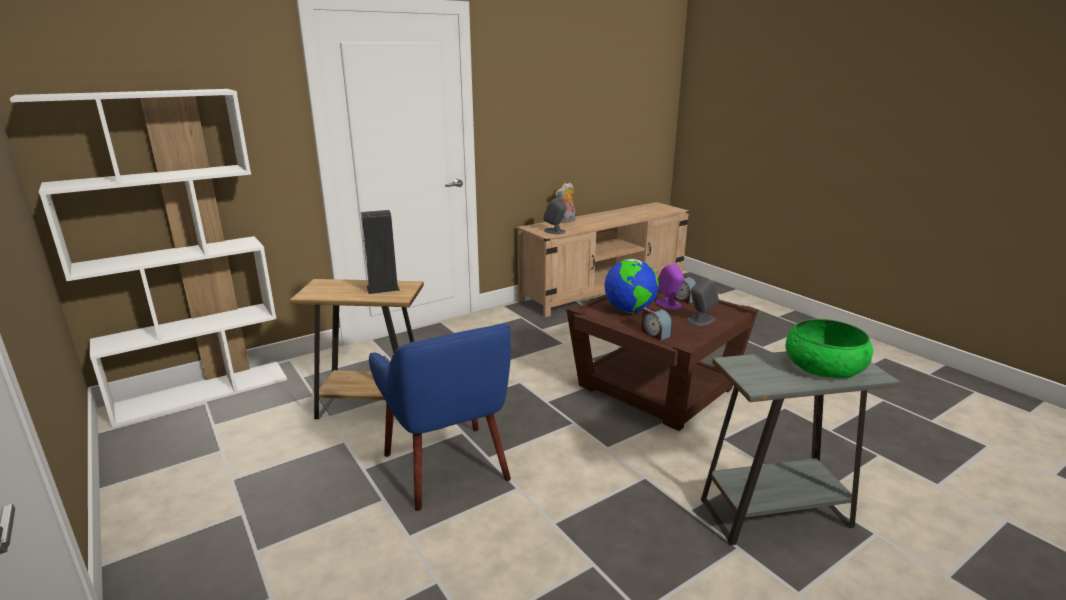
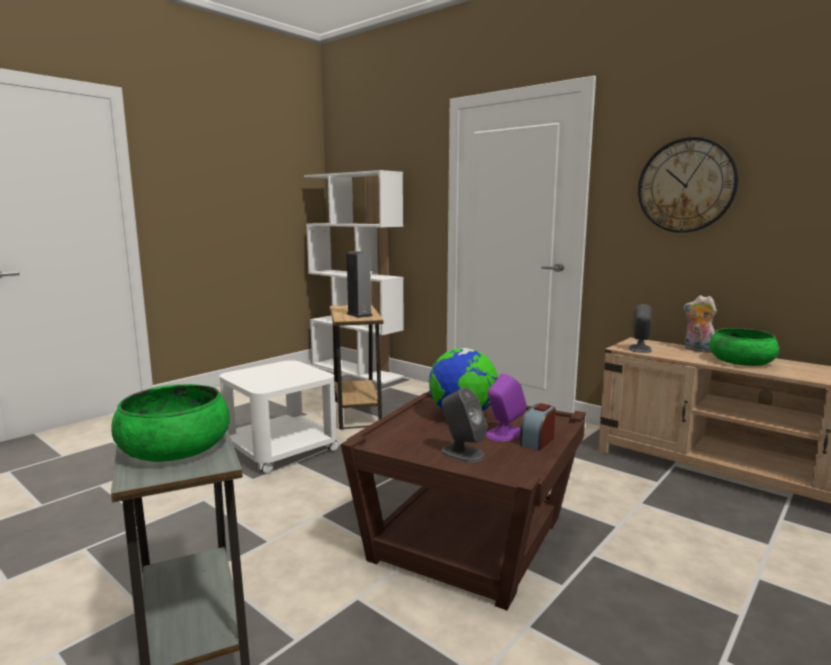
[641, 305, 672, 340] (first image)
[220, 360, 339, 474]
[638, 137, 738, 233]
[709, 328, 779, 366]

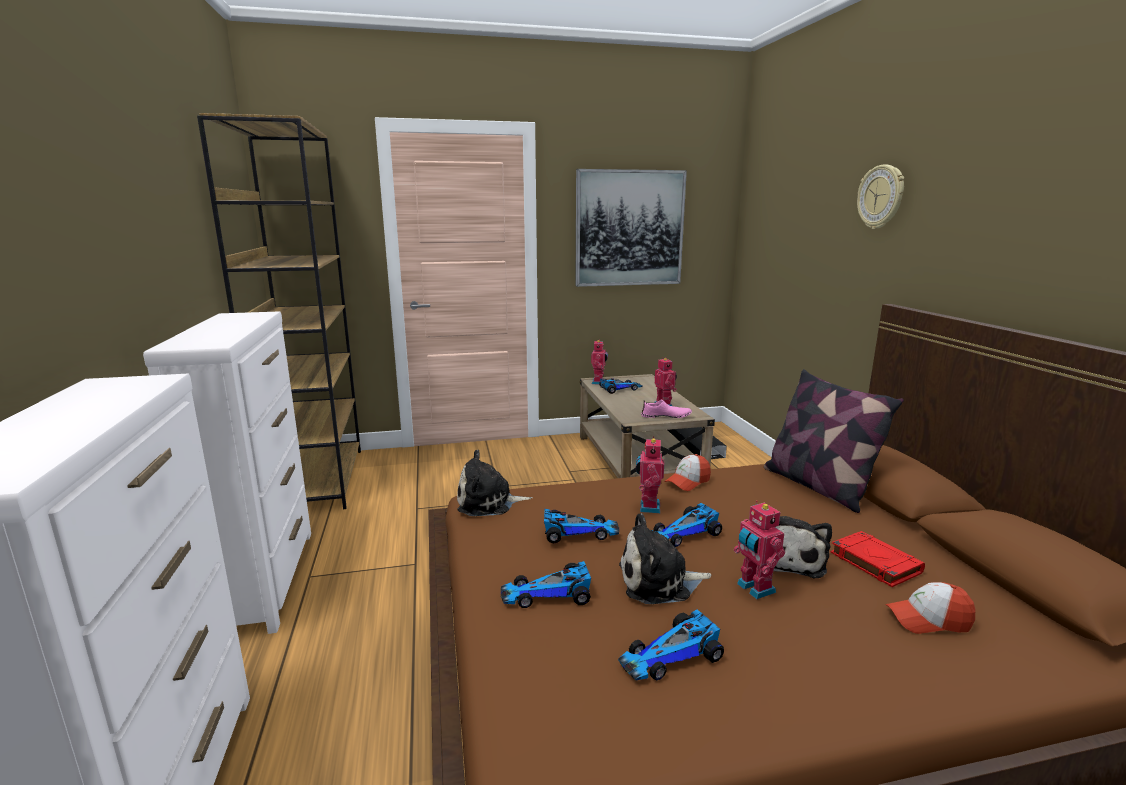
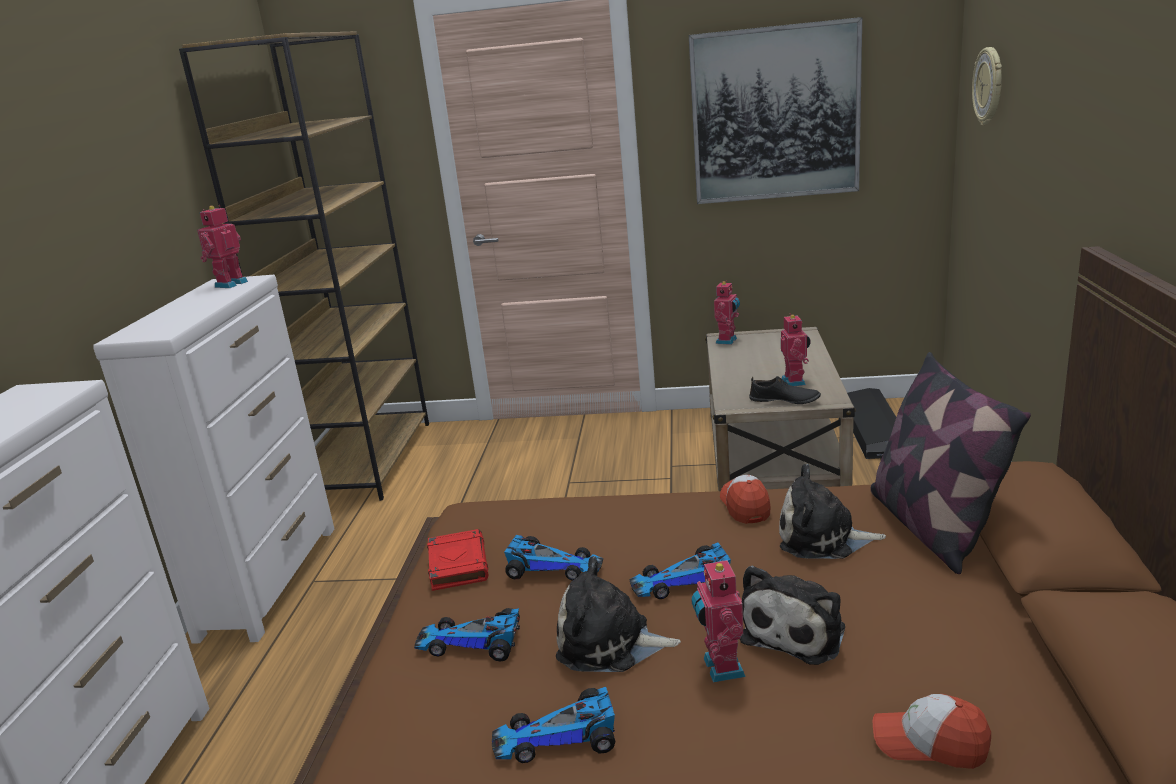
[972, 47, 1002, 125]
[599, 378, 643, 394] (first image)
[749, 376, 821, 404]
[197, 205, 248, 288]
[779, 464, 886, 559]
[720, 475, 771, 524]
[427, 529, 488, 591]

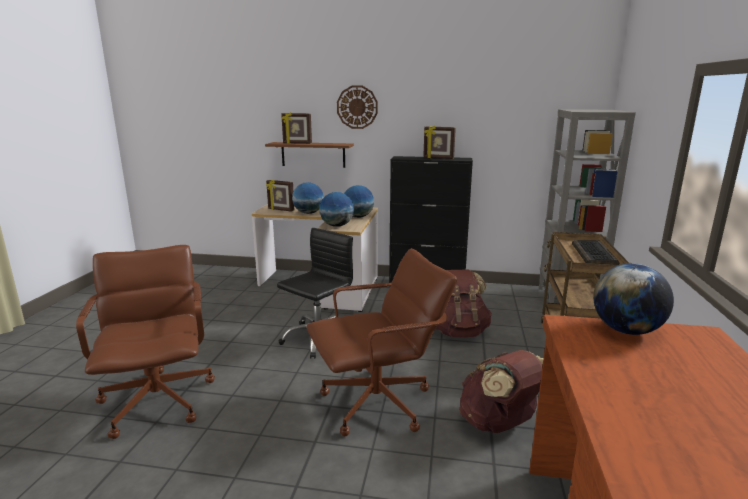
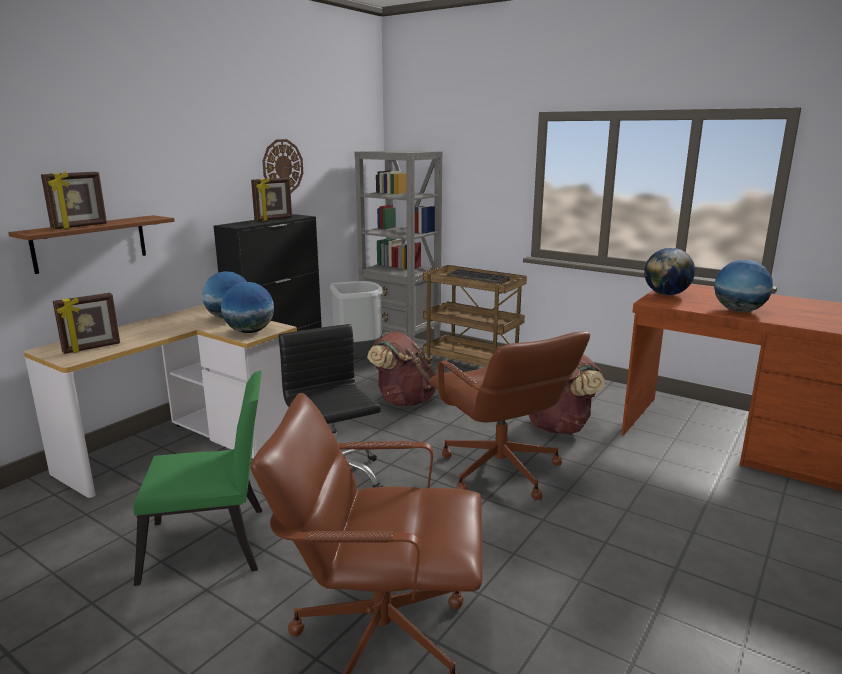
[263, 139, 303, 193]
[714, 260, 773, 312]
[429, 332, 590, 500]
[330, 281, 383, 359]
[133, 371, 262, 586]

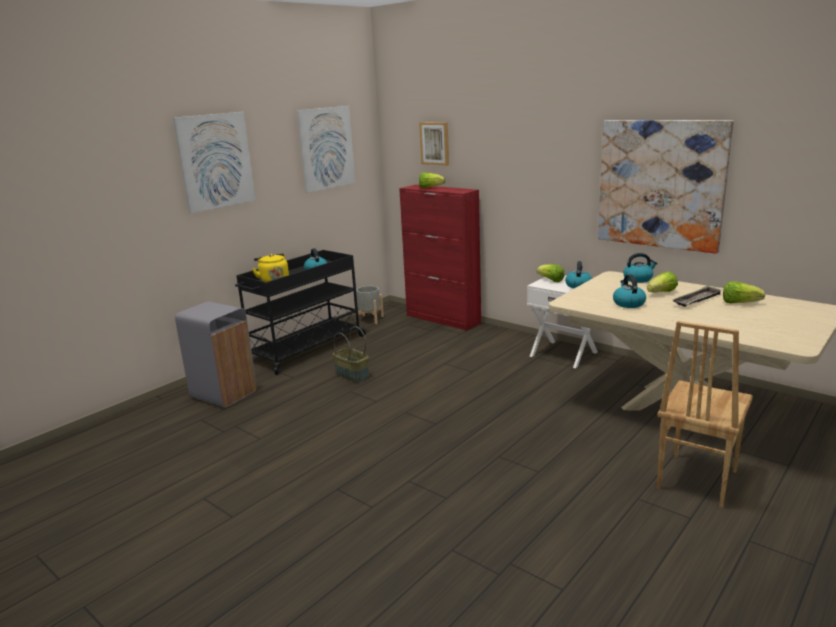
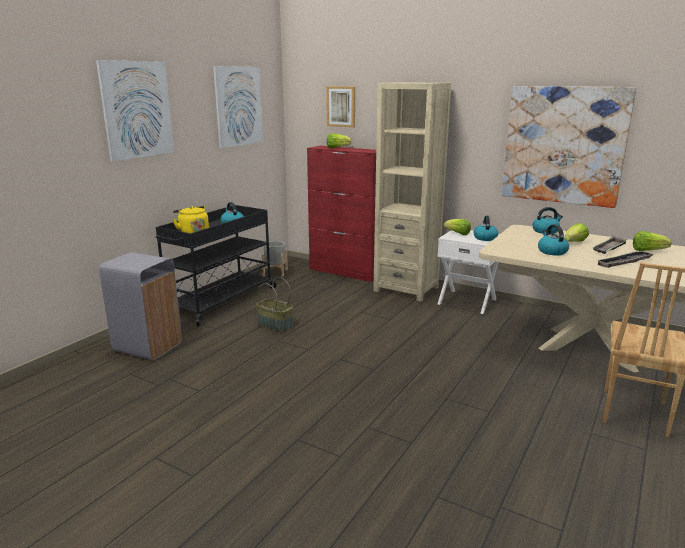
[373, 82, 451, 301]
[598, 251, 653, 268]

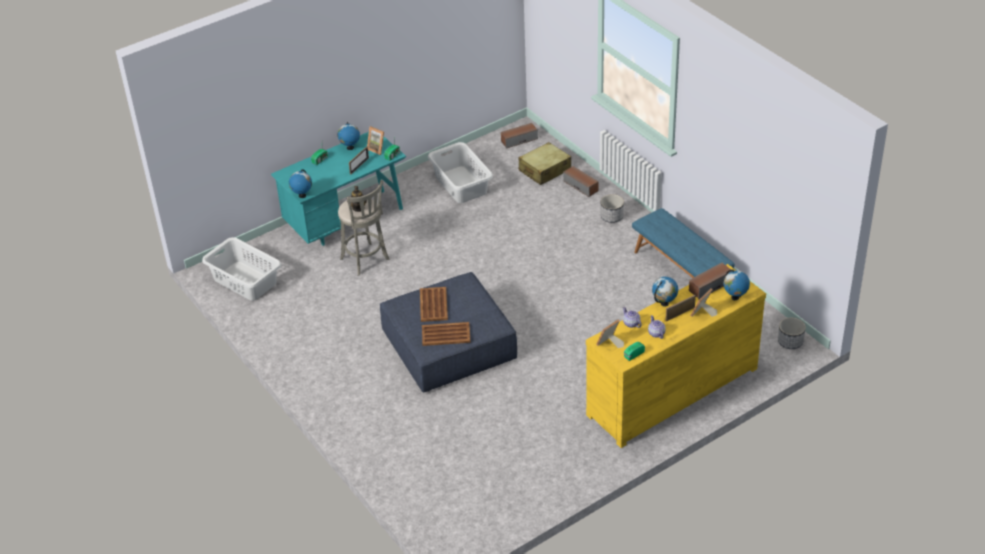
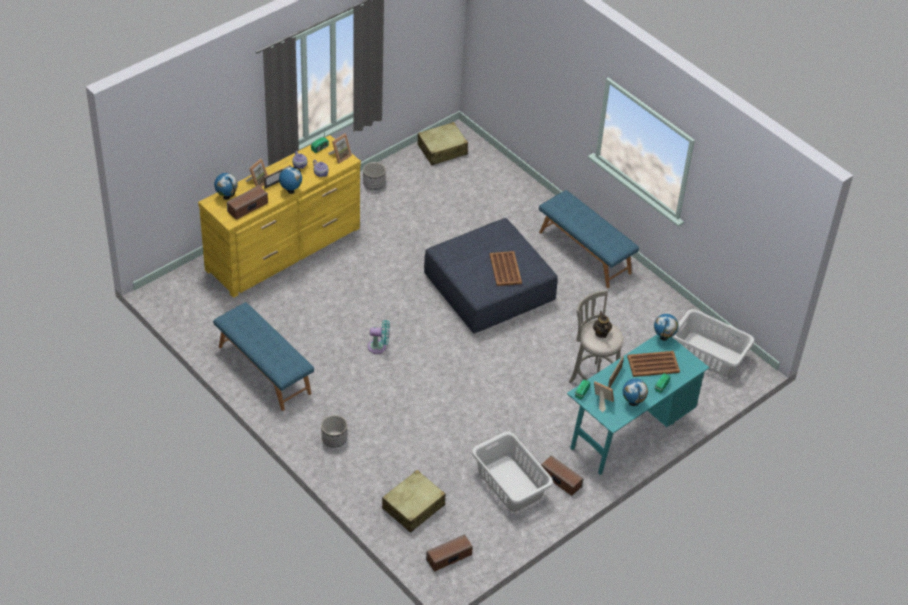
[541, 455, 584, 496]
[363, 162, 386, 190]
[627, 351, 680, 377]
[417, 122, 468, 165]
[539, 190, 639, 288]
[367, 320, 390, 354]

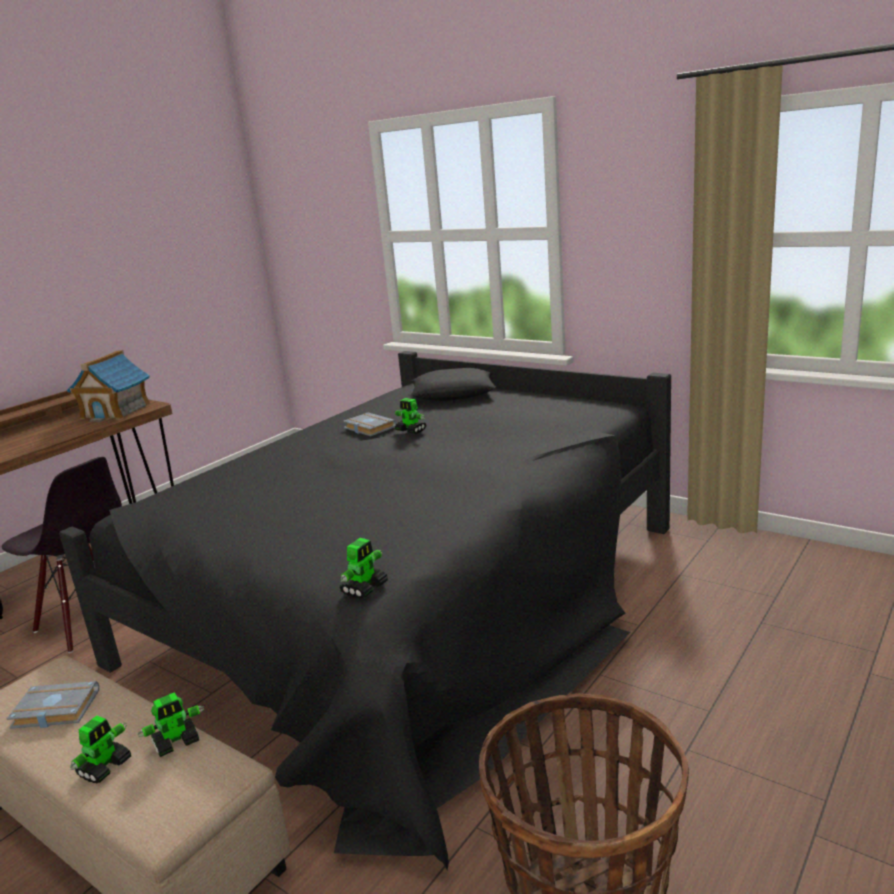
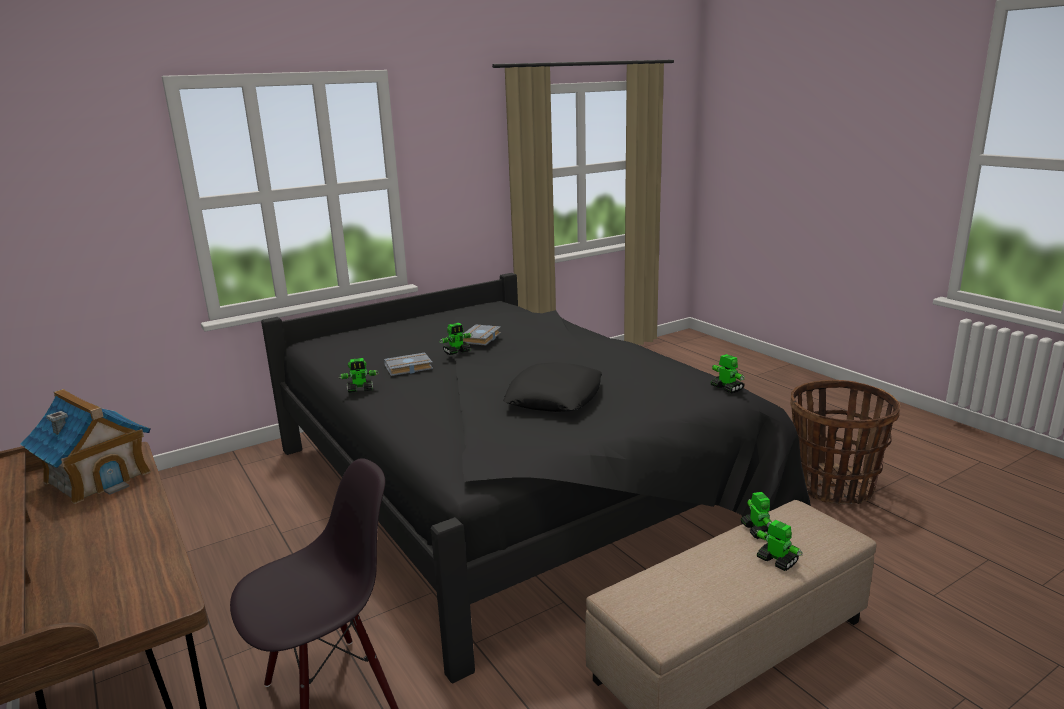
[503, 363, 602, 412]
[463, 325, 501, 346]
[338, 358, 379, 393]

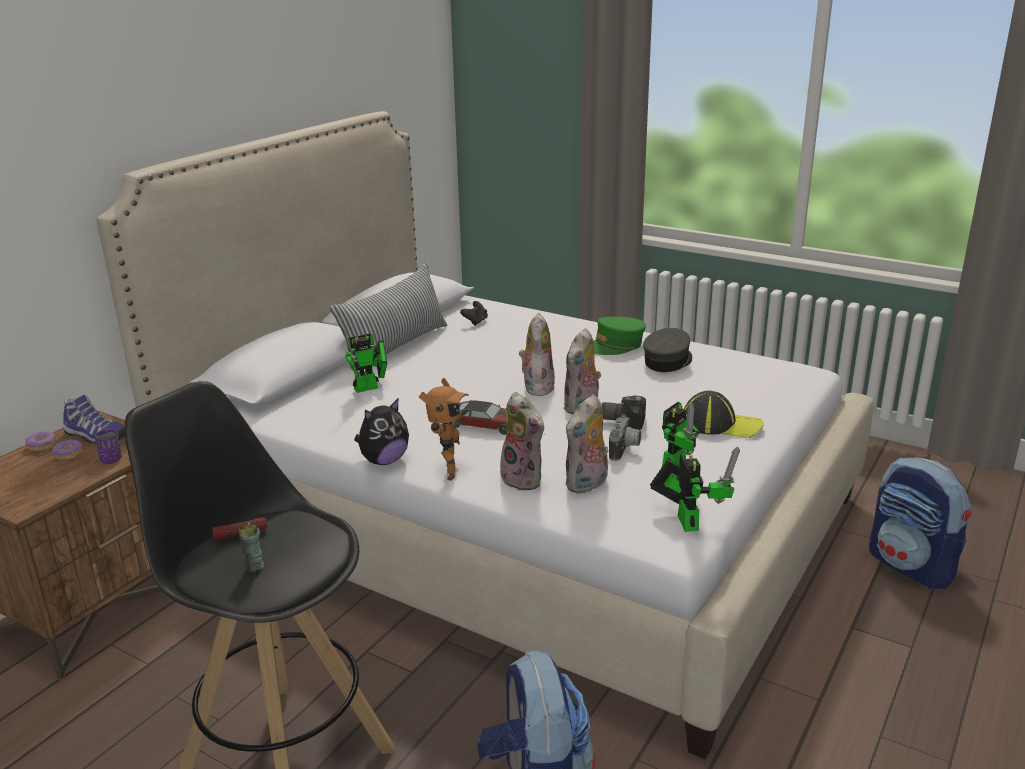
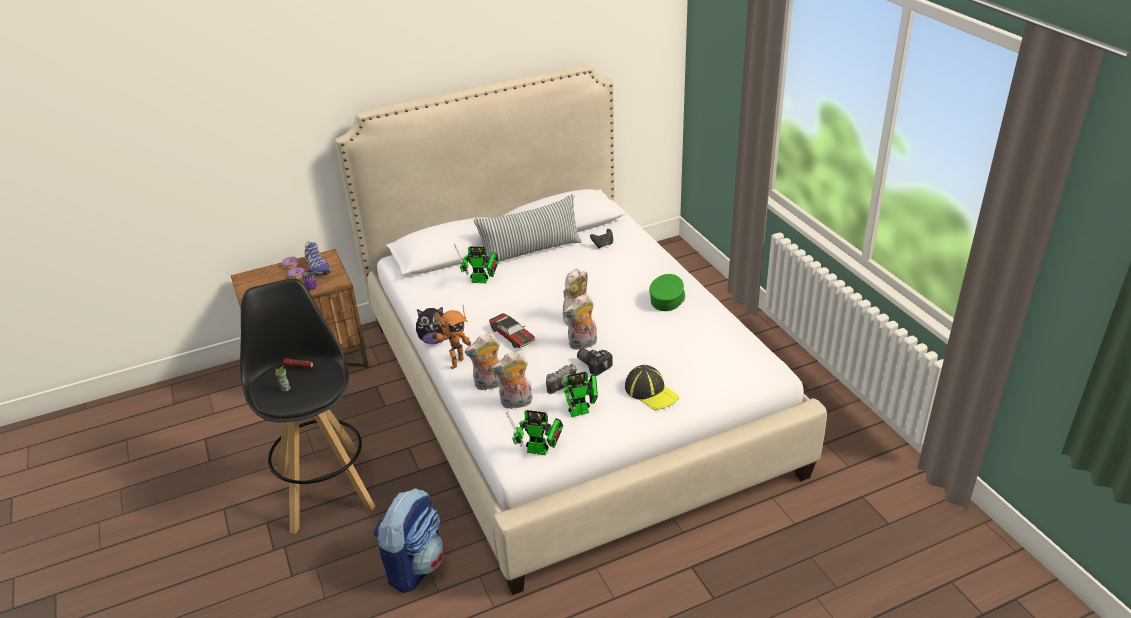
[649, 274, 685, 311]
[643, 328, 692, 372] (first image)
[465, 333, 500, 391]
[506, 410, 563, 455]
[869, 457, 971, 589] (first image)

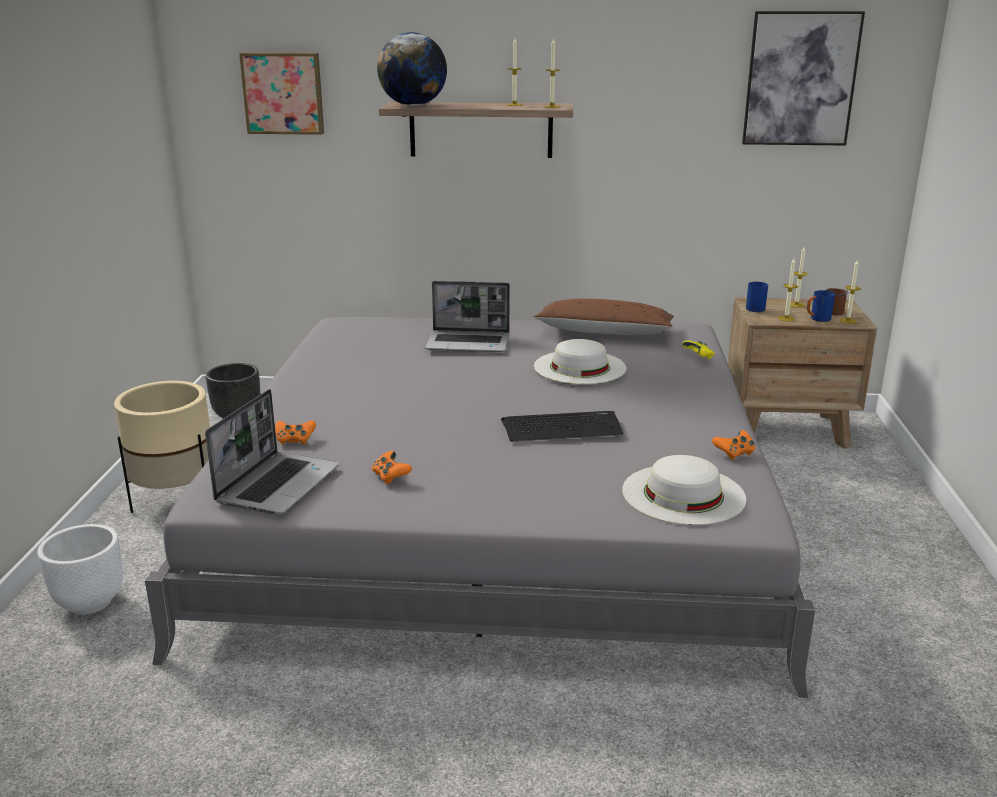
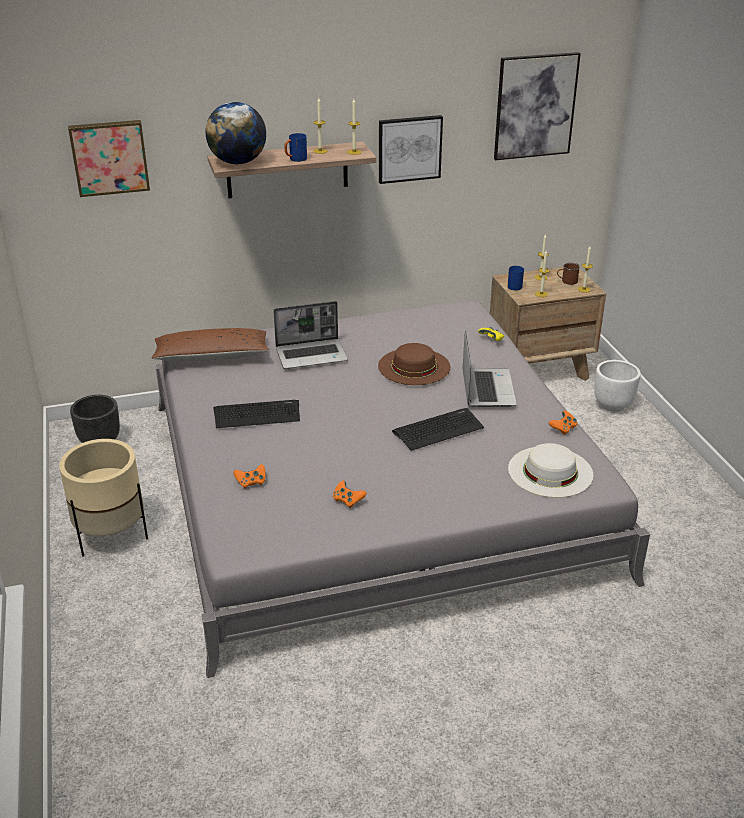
[284, 133, 307, 162]
[151, 328, 269, 362]
[378, 343, 450, 385]
[463, 331, 517, 407]
[594, 360, 641, 412]
[379, 115, 443, 184]
[213, 400, 300, 428]

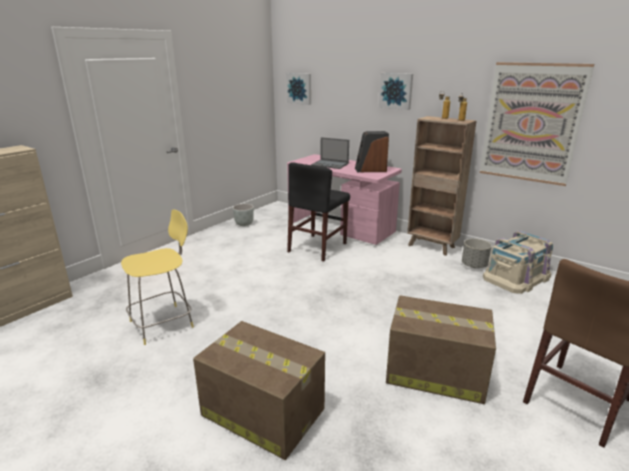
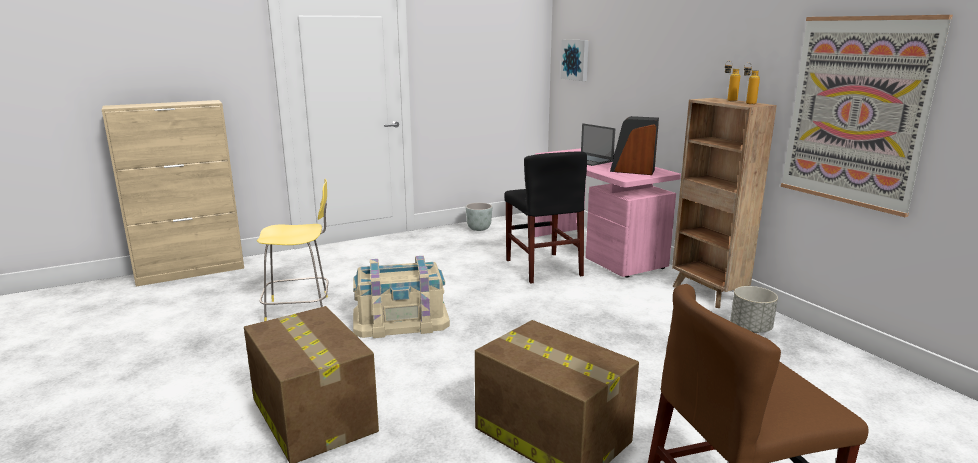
[379, 73, 413, 110] (first image)
[505, 152, 587, 284]
[353, 256, 450, 338]

